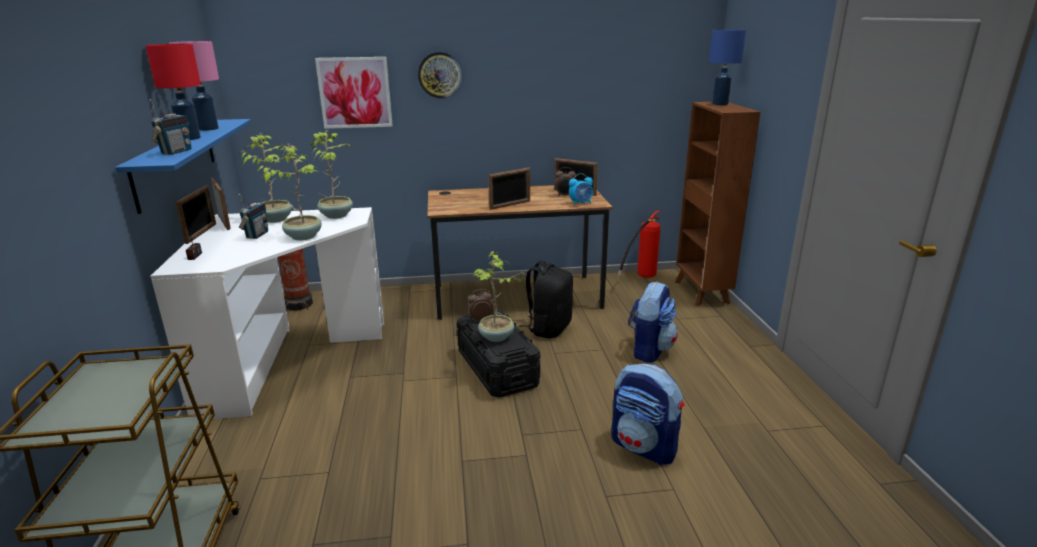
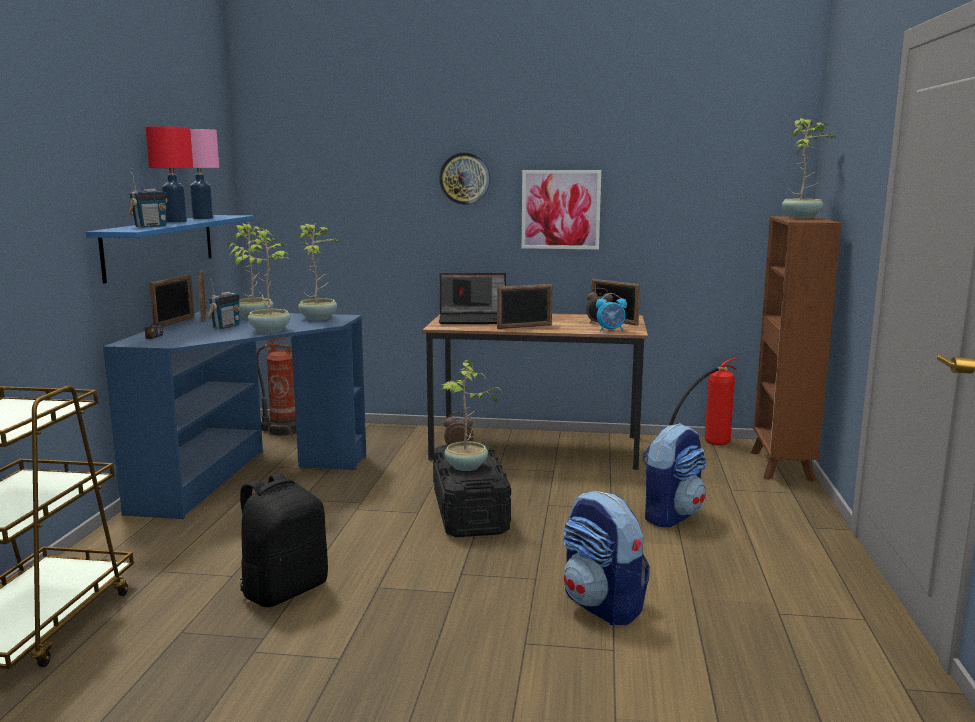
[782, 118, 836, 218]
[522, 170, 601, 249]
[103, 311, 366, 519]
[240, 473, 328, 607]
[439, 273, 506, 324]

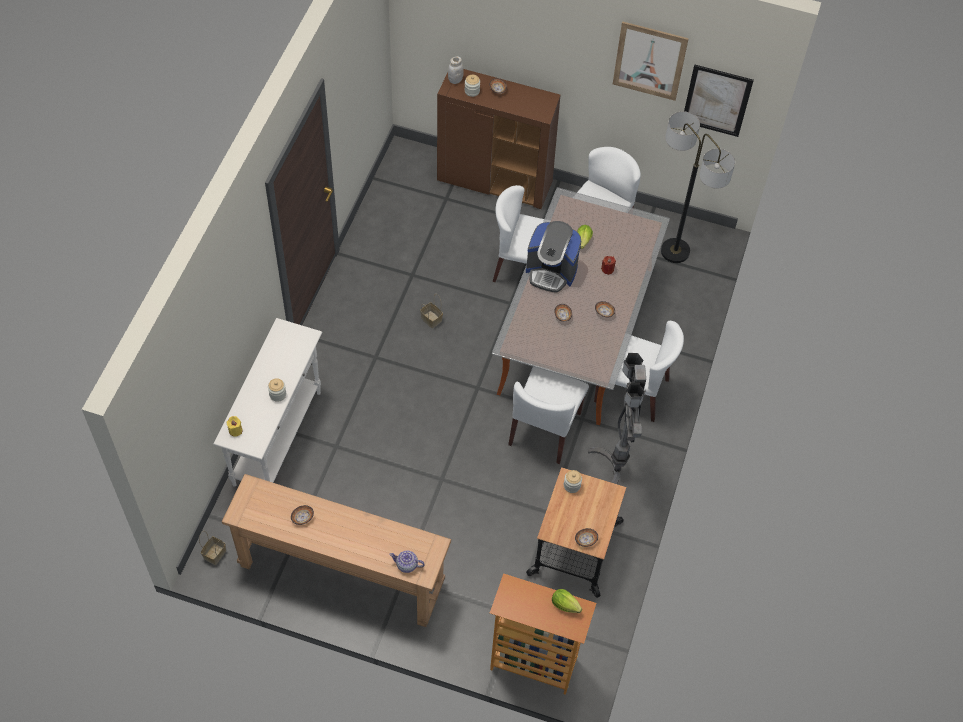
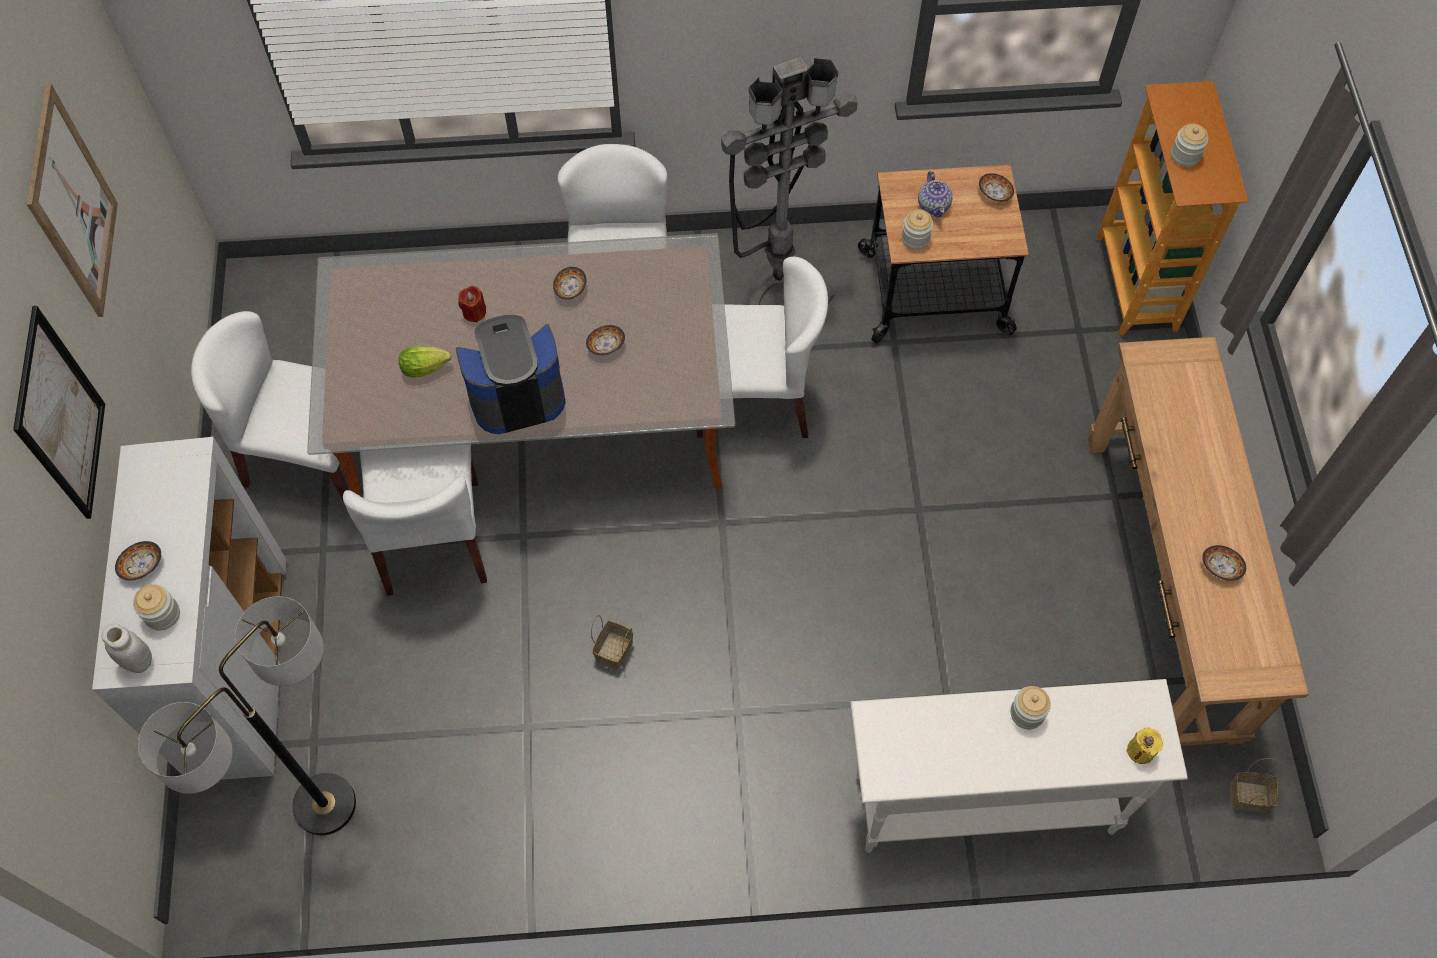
[13, 306, 105, 519]
[92, 437, 286, 780]
[138, 596, 356, 835]
[456, 315, 565, 434]
[918, 171, 952, 218]
[552, 589, 582, 613] (first image)
[1171, 123, 1208, 167]

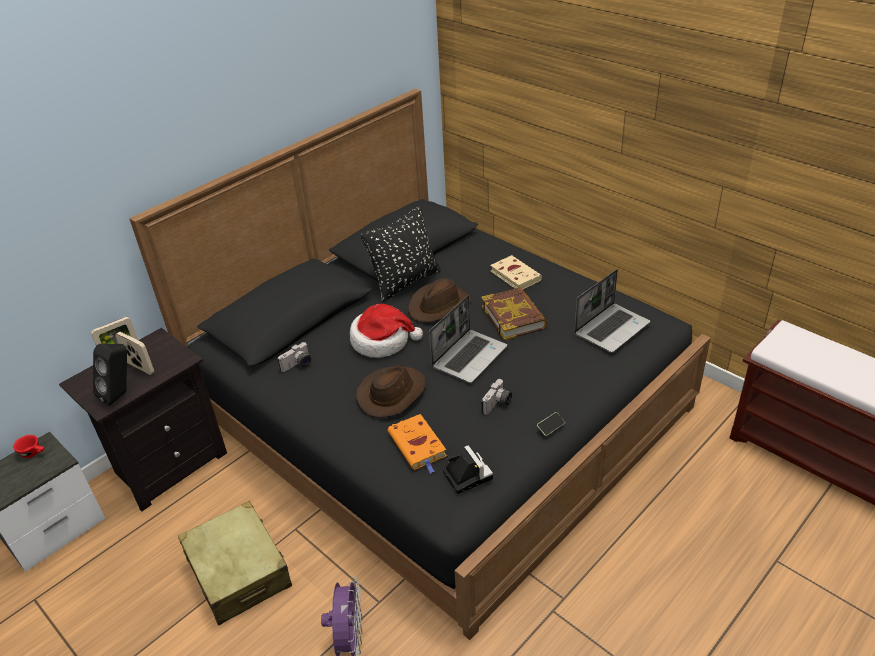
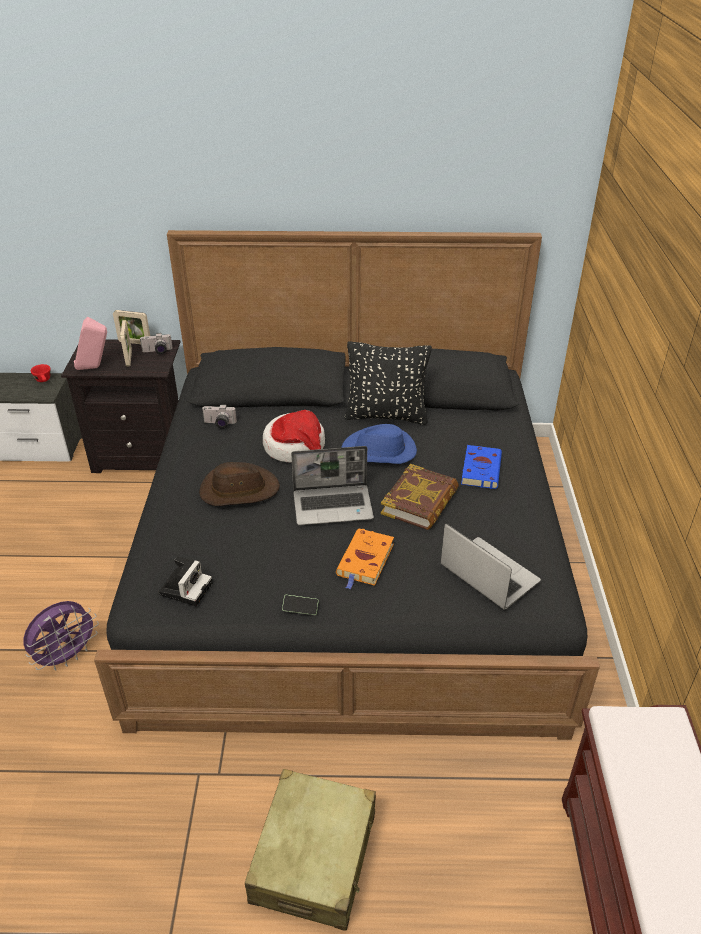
[461, 445, 502, 489]
[441, 524, 541, 609]
[341, 424, 417, 464]
[74, 317, 107, 370]
[140, 333, 173, 354]
[336, 528, 394, 590]
[245, 769, 376, 931]

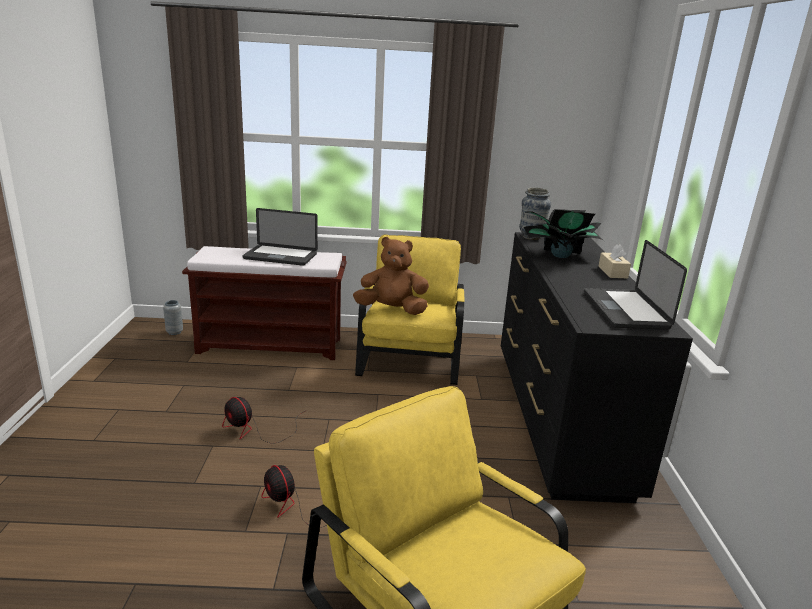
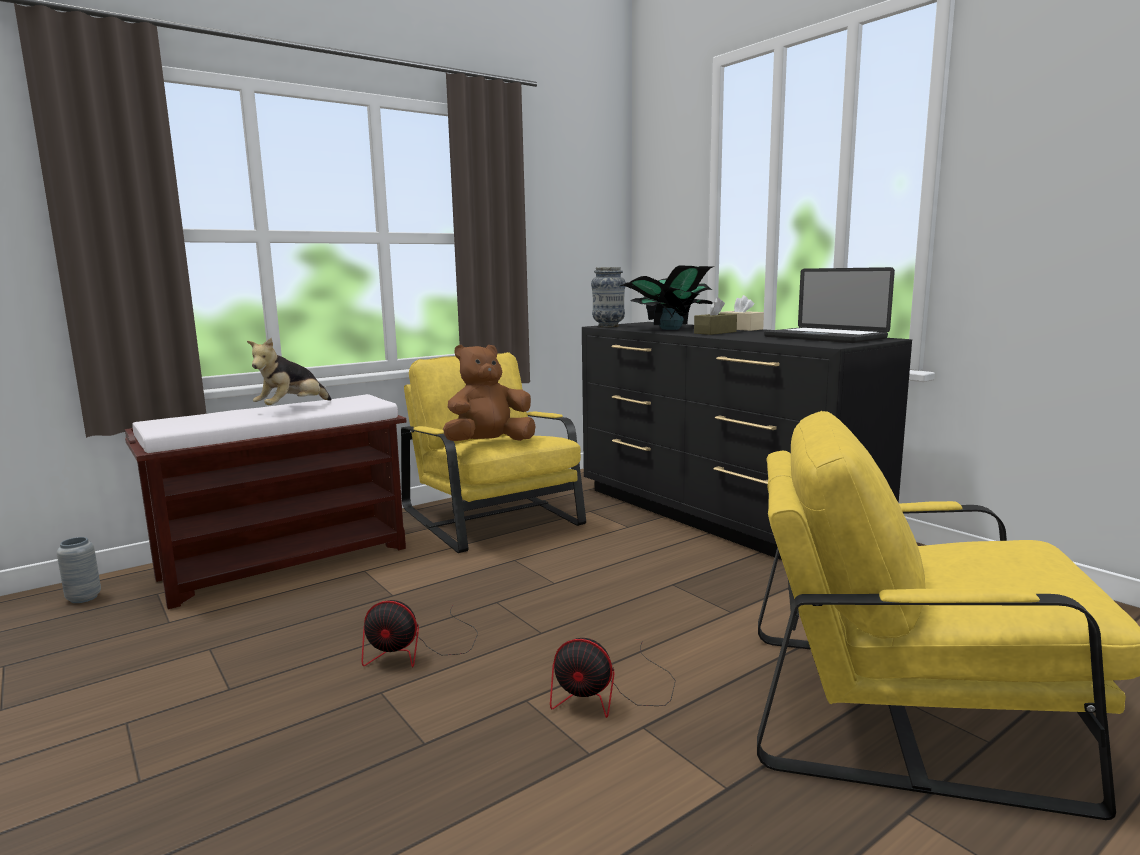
[247, 338, 332, 405]
[694, 297, 737, 335]

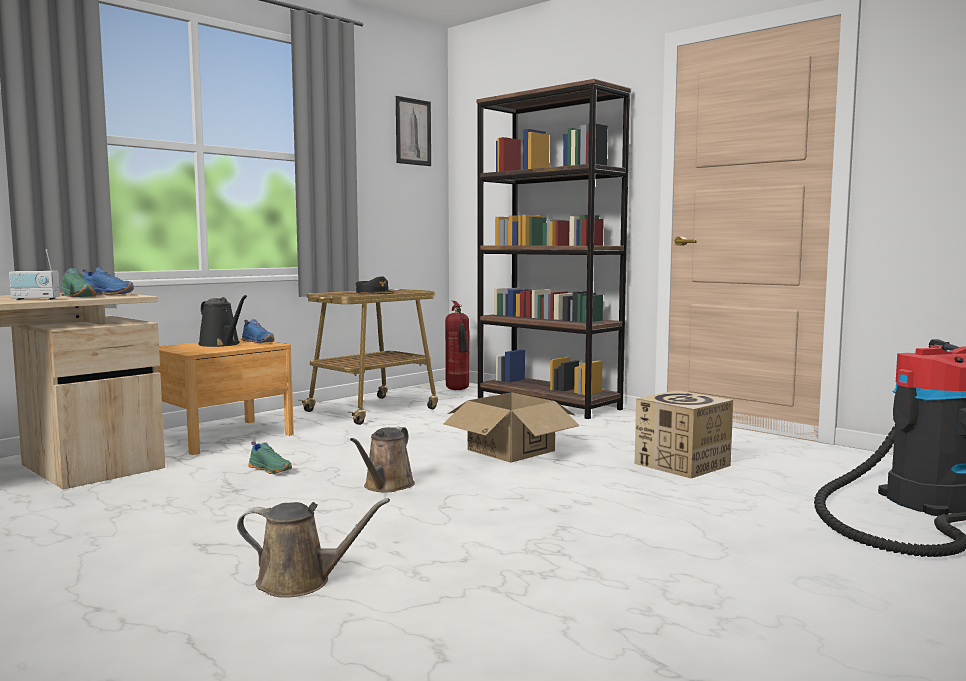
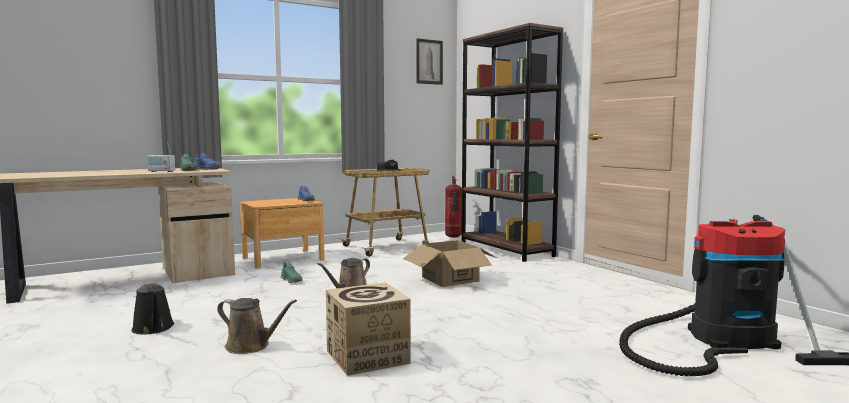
[132, 282, 174, 335]
[326, 282, 411, 376]

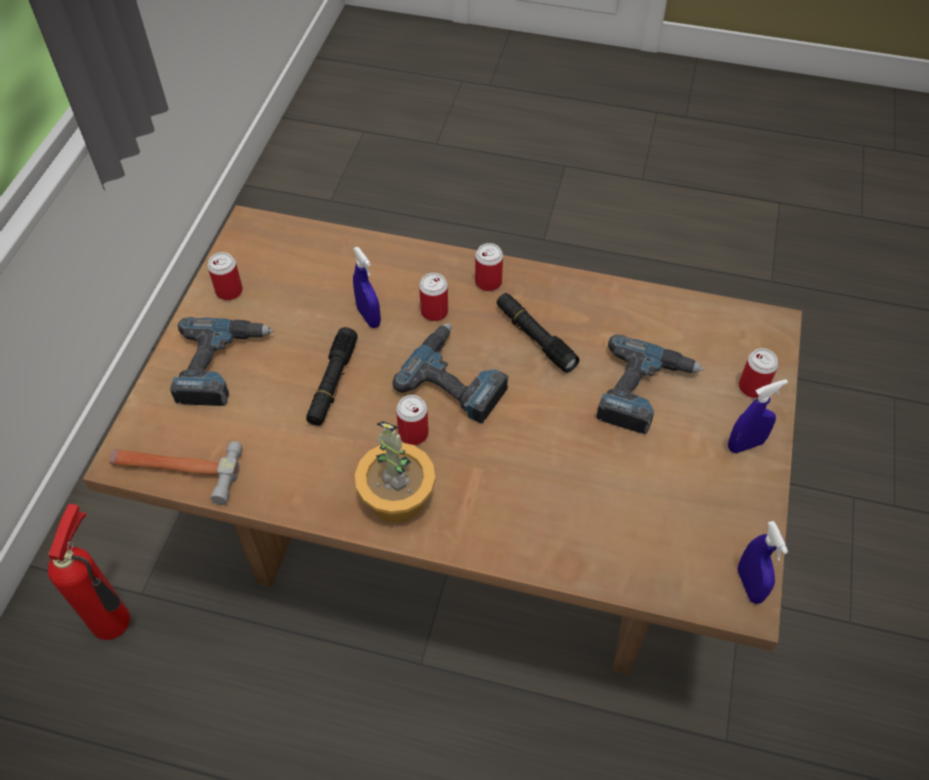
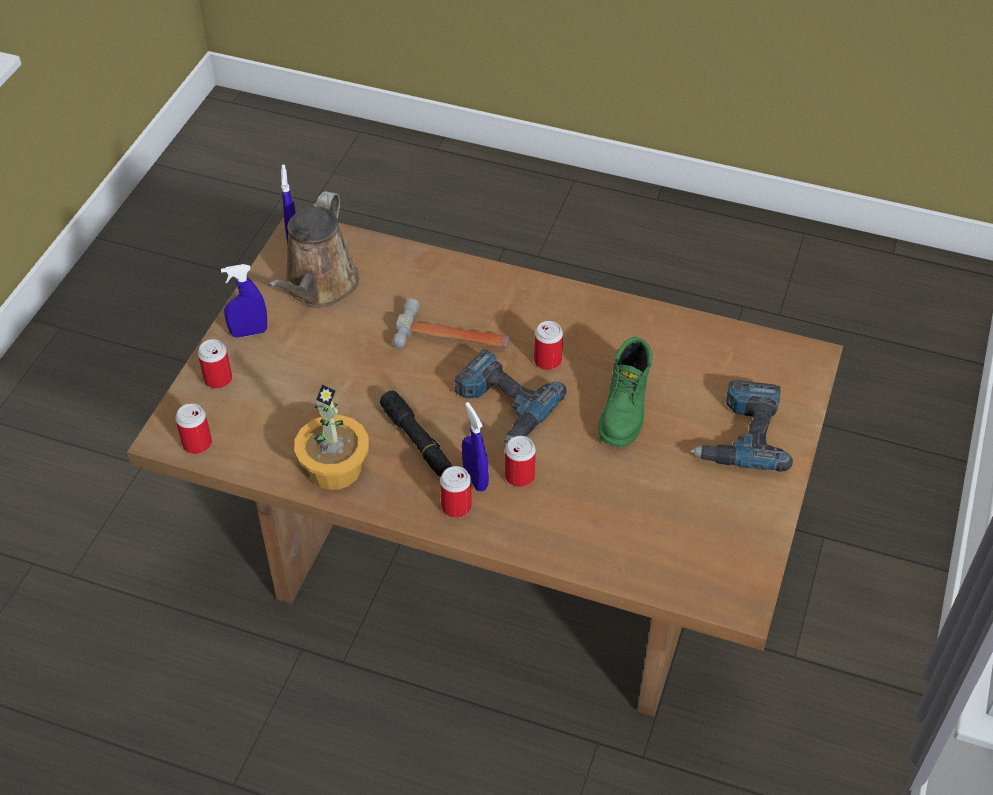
[462, 402, 489, 491]
[175, 403, 212, 454]
[598, 337, 653, 447]
[596, 335, 704, 434] (first image)
[294, 385, 369, 490]
[393, 298, 510, 348]
[48, 504, 130, 640] (first image)
[268, 191, 359, 307]

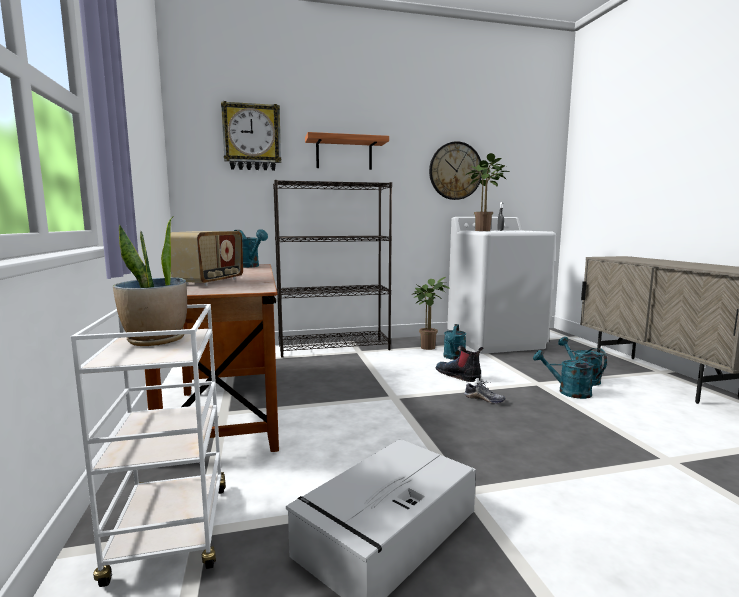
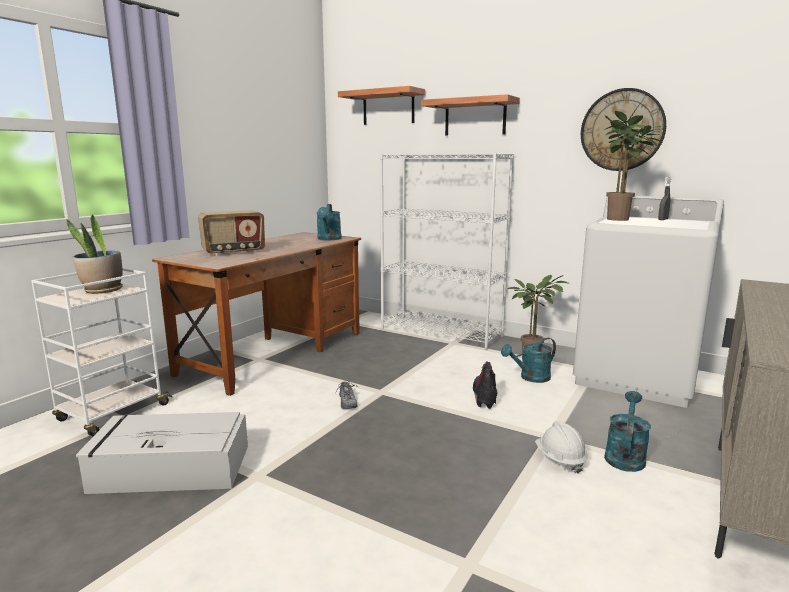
[338, 86, 425, 125]
[380, 153, 514, 350]
[535, 421, 588, 474]
[336, 380, 359, 409]

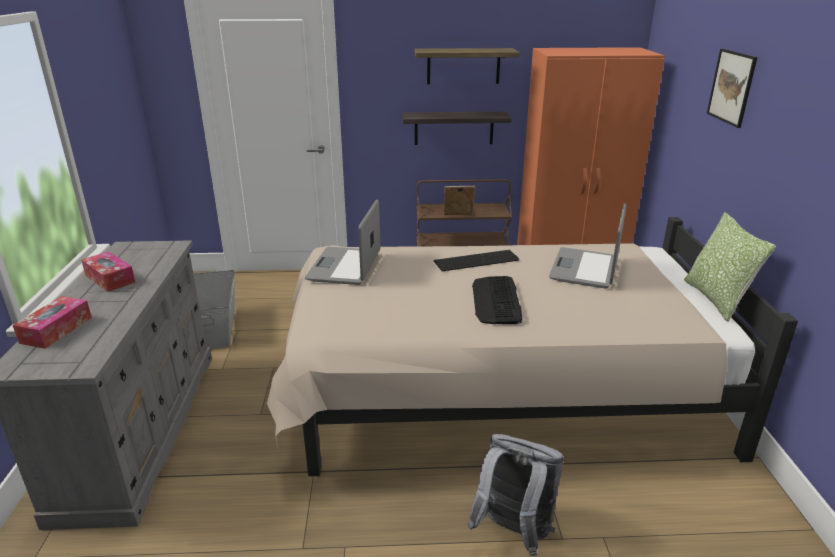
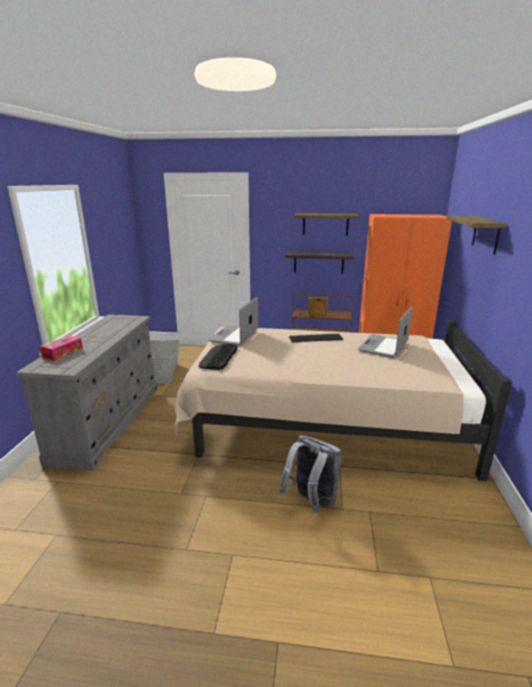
[446, 216, 507, 255]
[684, 212, 776, 322] (first image)
[81, 251, 135, 292] (first image)
[199, 344, 238, 370]

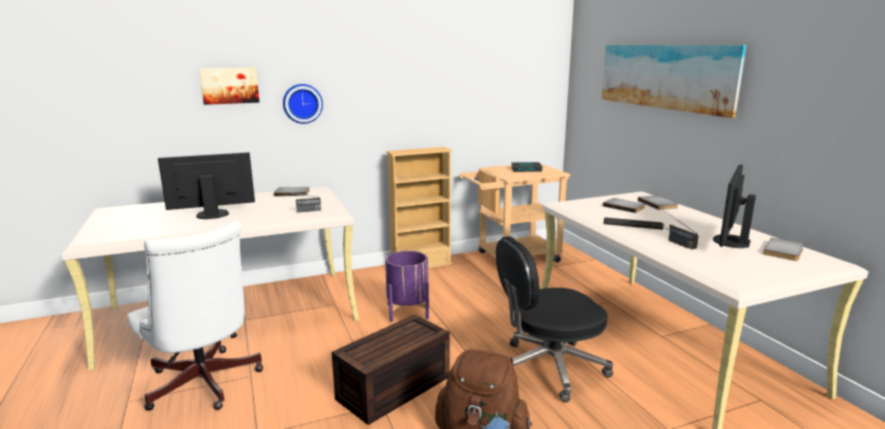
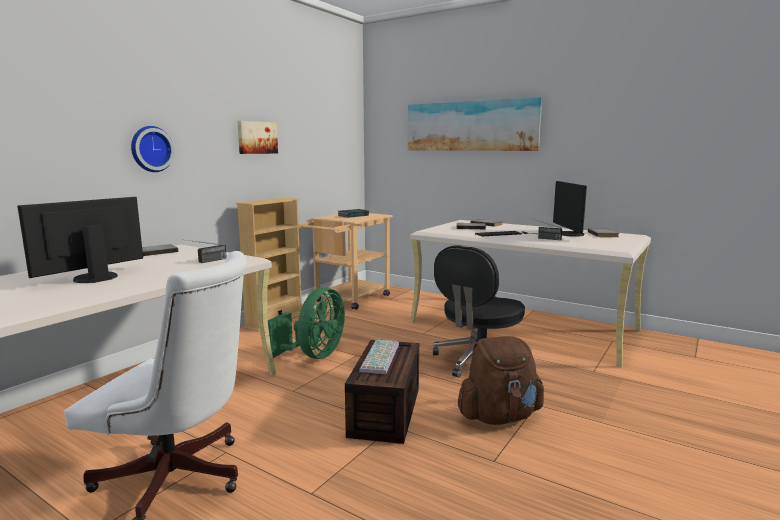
[238, 121, 278, 154]
[268, 288, 345, 359]
[359, 340, 399, 374]

